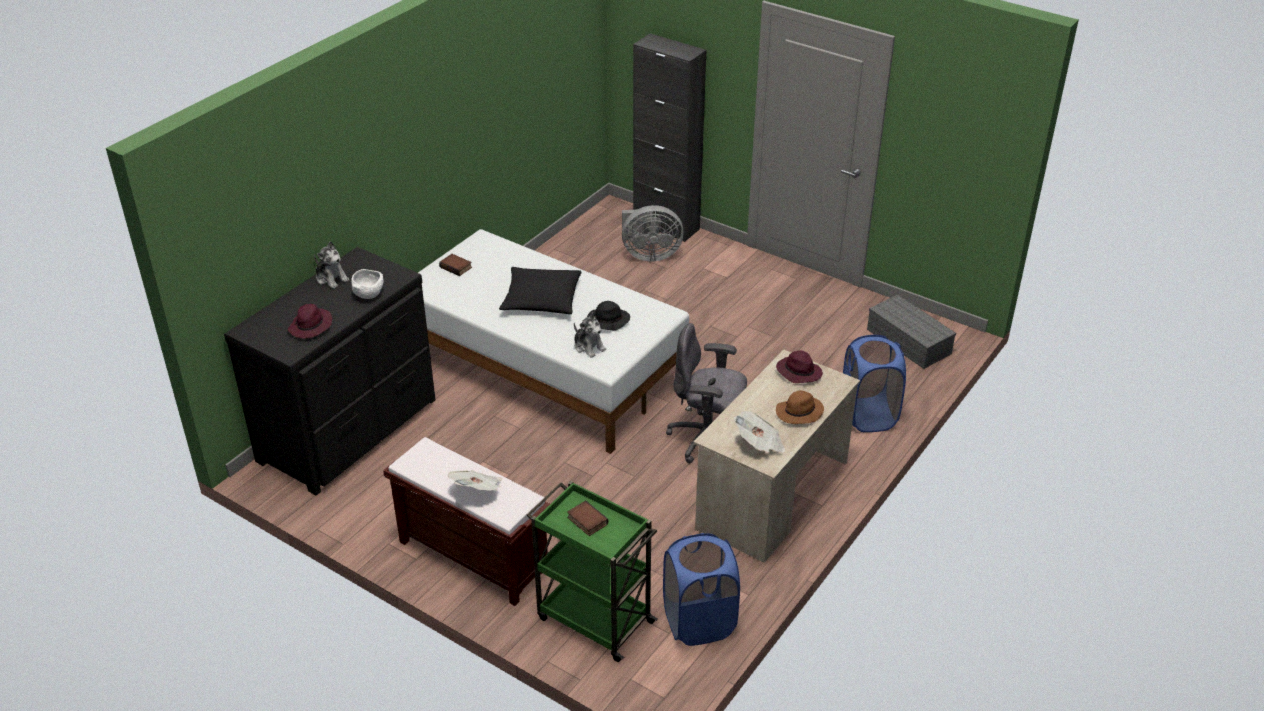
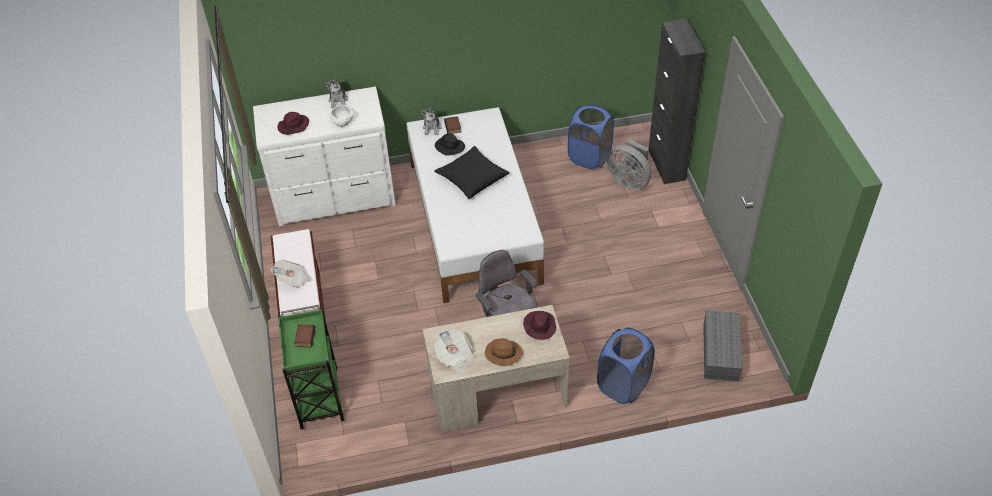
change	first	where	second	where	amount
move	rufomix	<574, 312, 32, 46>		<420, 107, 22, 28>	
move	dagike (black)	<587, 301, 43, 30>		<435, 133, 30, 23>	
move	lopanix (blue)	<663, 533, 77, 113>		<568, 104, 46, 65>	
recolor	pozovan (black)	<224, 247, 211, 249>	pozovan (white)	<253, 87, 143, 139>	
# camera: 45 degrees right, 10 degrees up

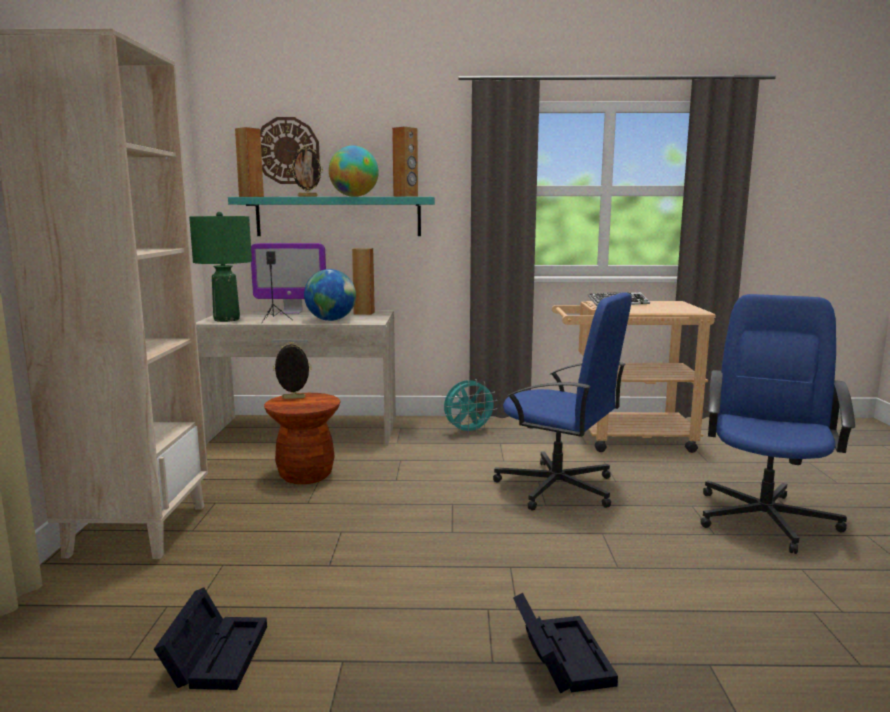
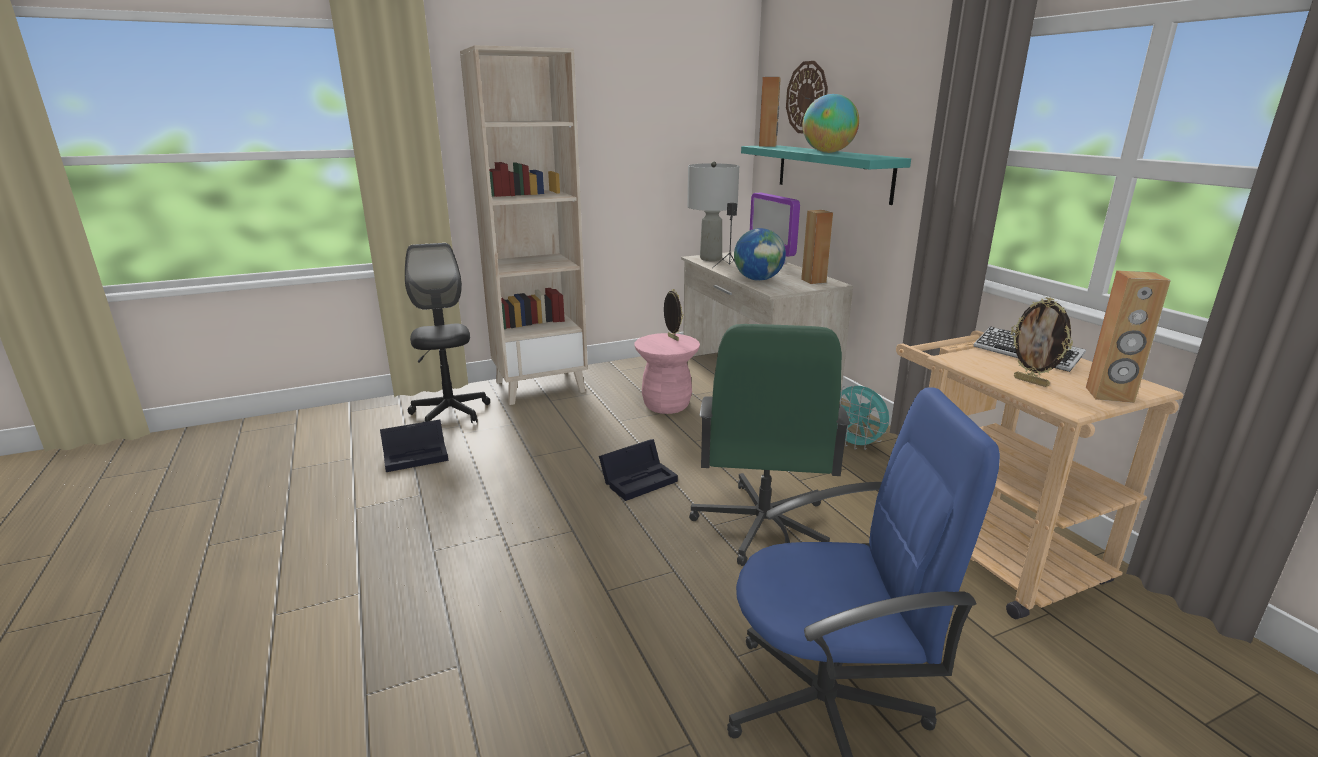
change	first	where	second	where	amount
insert			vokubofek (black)	<405, 243, 85, 180>	
move	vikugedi	<290, 145, 33, 52>		<1011, 297, 62, 90>	
move	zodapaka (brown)	<392, 126, 26, 71>		<1086, 270, 85, 133>	
move	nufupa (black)	<513, 593, 105, 101>		<599, 439, 79, 62>	
recolor	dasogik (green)	<189, 212, 63, 110>	dasogik (grey)	<687, 161, 52, 100>	
recolor	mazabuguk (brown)	<264, 393, 76, 91>	mazabuguk (pink)	<635, 333, 65, 81>	
recolor	vokubofek (blue)	<493, 292, 139, 219>	vokubofek (green)	<689, 324, 161, 242>	
# camera: 65 degrees right, 10 degrees up

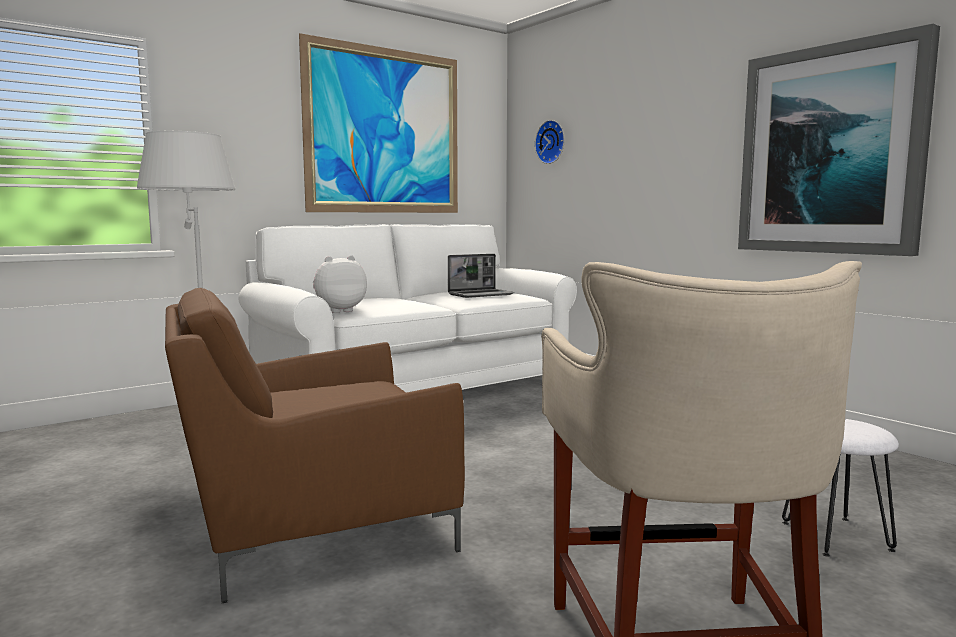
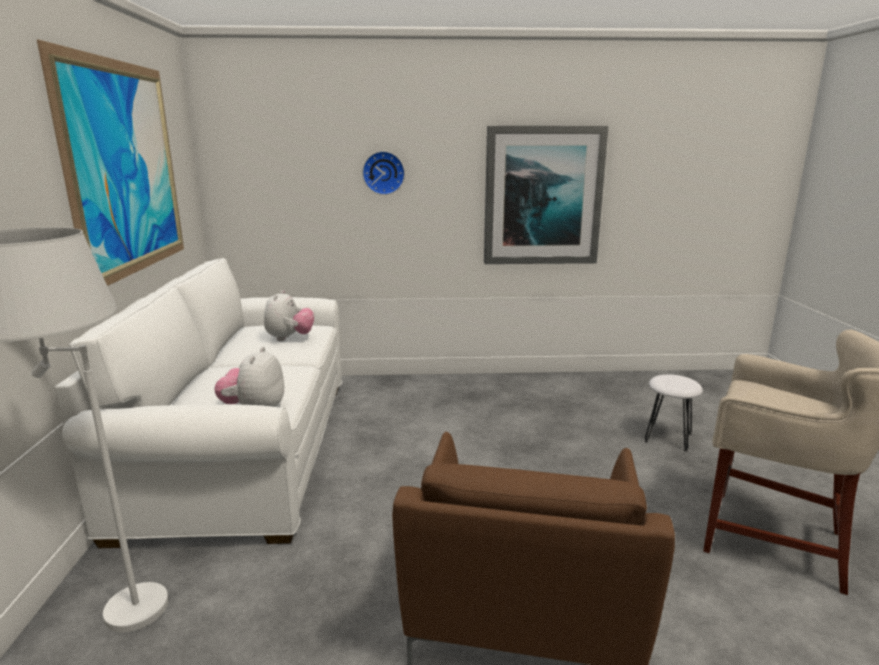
change	first	where	second	where	amount
move	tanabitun	<535, 120, 30, 44>		<362, 151, 43, 44>	
replace	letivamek	<448, 254, 66, 44>	rufomix	<264, 290, 50, 51>	
# camera: 55 degrees left, 10 degrees up

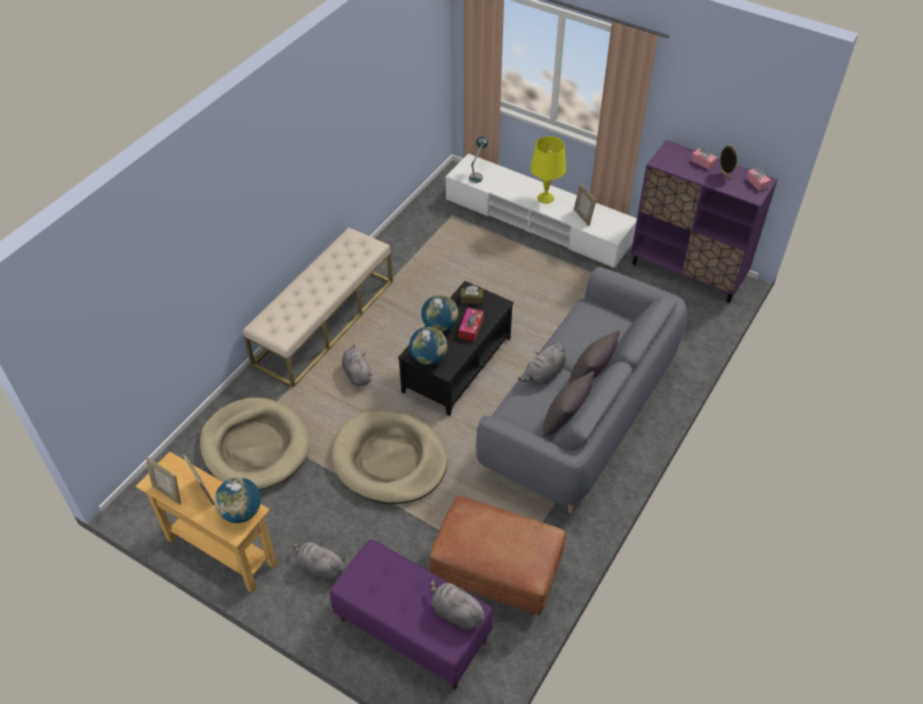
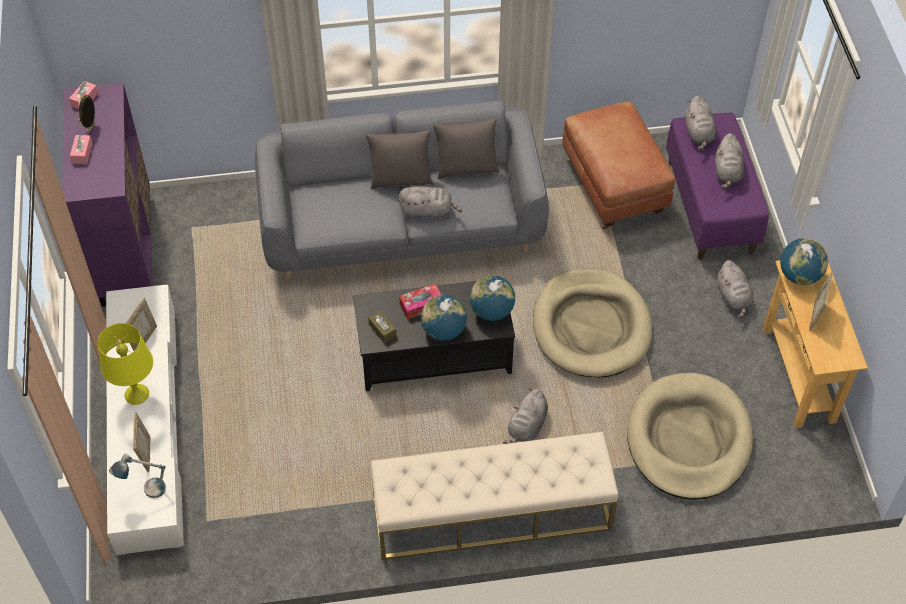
change	first	where	second	where	amount
insert			rufomix (grey)	<715, 133, 29, 56>	
move	vikugedi	<146, 457, 35, 48>		<133, 412, 17, 60>	
# camera: 130 degrees left, 5 degrees up

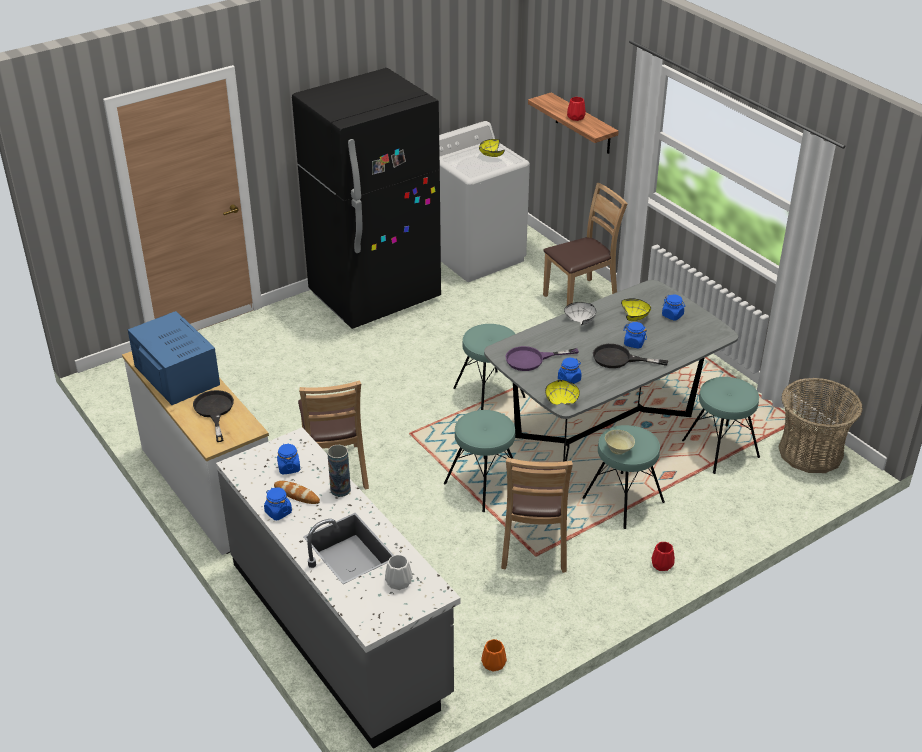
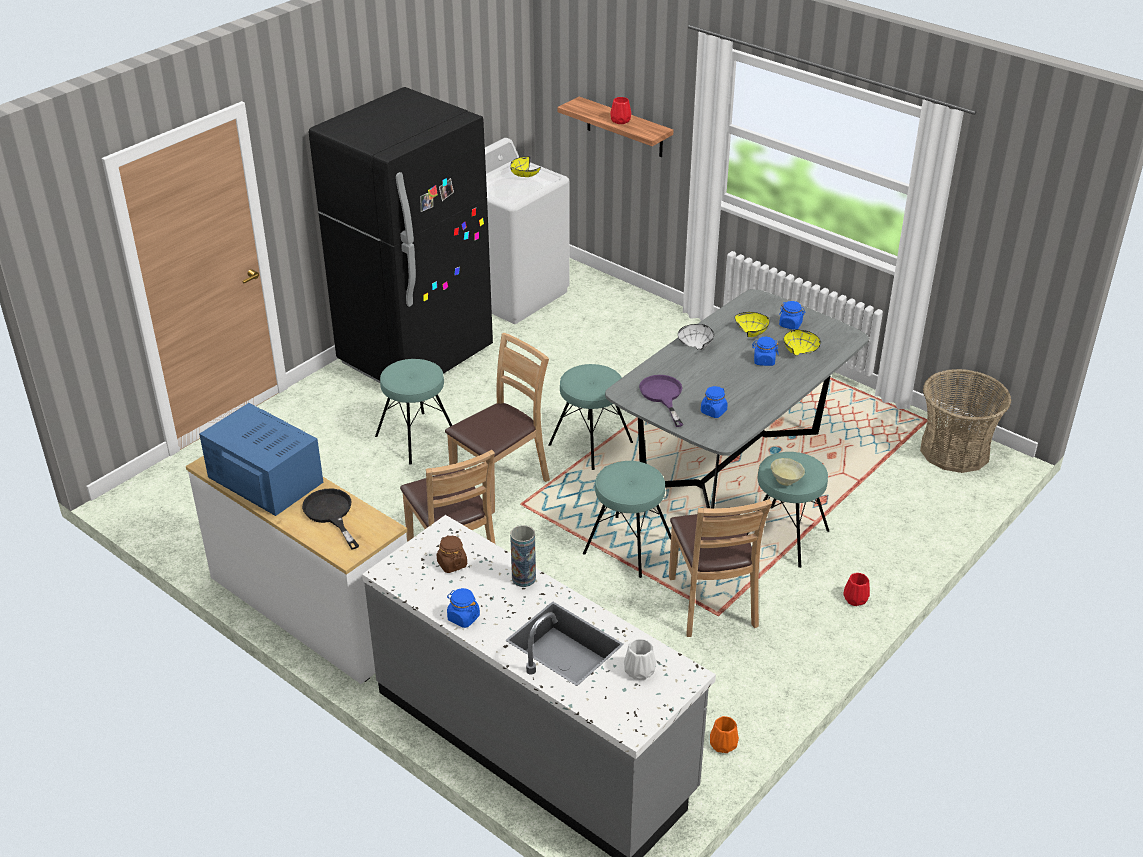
change	first	where	second	where	amount
delete	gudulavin	<274, 481, 46, 23>			
delete	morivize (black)	<593, 344, 75, 24>			
move	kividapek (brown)	<543, 183, 85, 122>		<445, 333, 105, 181>	
move	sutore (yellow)	<545, 380, 35, 25>		<784, 329, 37, 26>	
move	mazabuguk (turquoise)	<682, 377, 78, 97>		<375, 359, 77, 106>	
recolor	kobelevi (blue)	<277, 443, 23, 31>	kobelevi (brown)	<437, 535, 30, 38>	
rotate	morivize (purple)	<505, 346, 74, 25>		<639, 375, 44, 52>	105 degrees clockwise
# camera: 15 degrees left, 0 degrees up

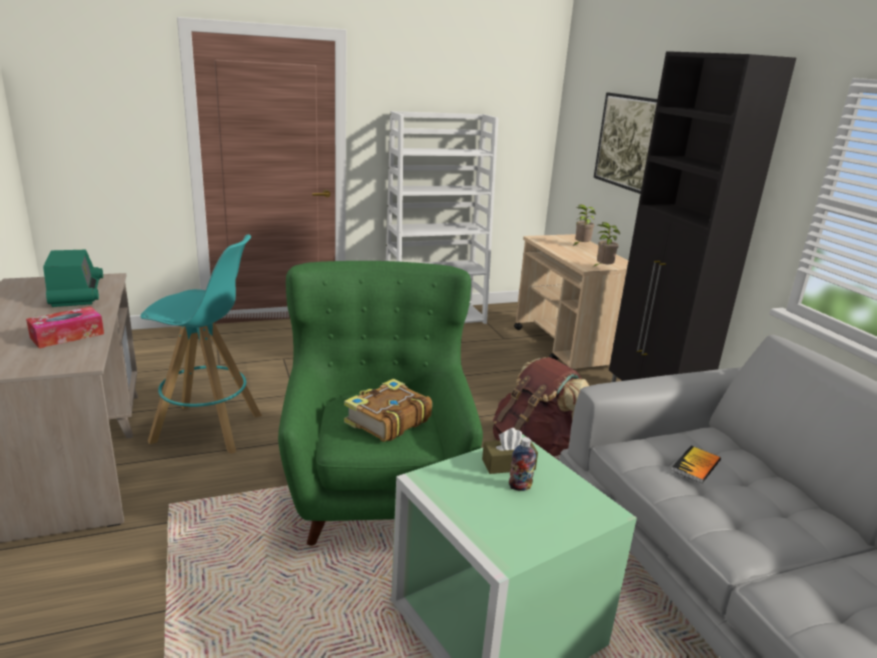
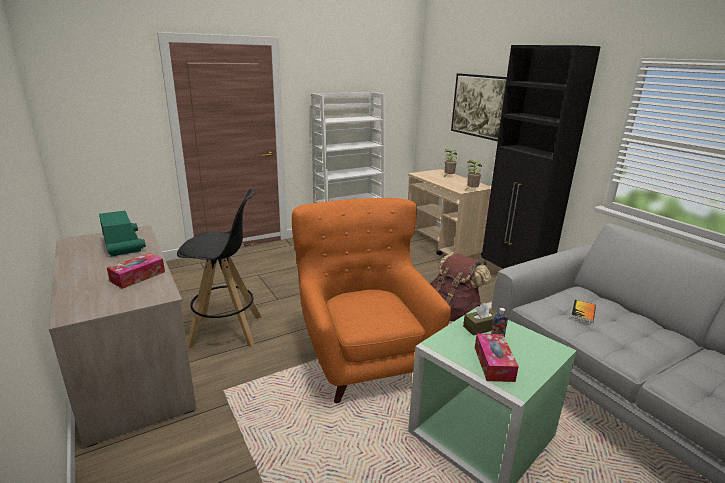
change	first	where	second	where	amount
delete	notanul	<344, 379, 88, 63>			
insert			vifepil	<475, 333, 44, 49>	
recolor	mazabuguk (turquoise)	<140, 234, 122, 220>	mazabuguk (black)	<177, 189, 85, 160>	
recolor	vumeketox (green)	<278, 261, 205, 285>	vumeketox (orange)	<292, 198, 159, 205>	
# camera: 10 degrees left, 0 degrees up

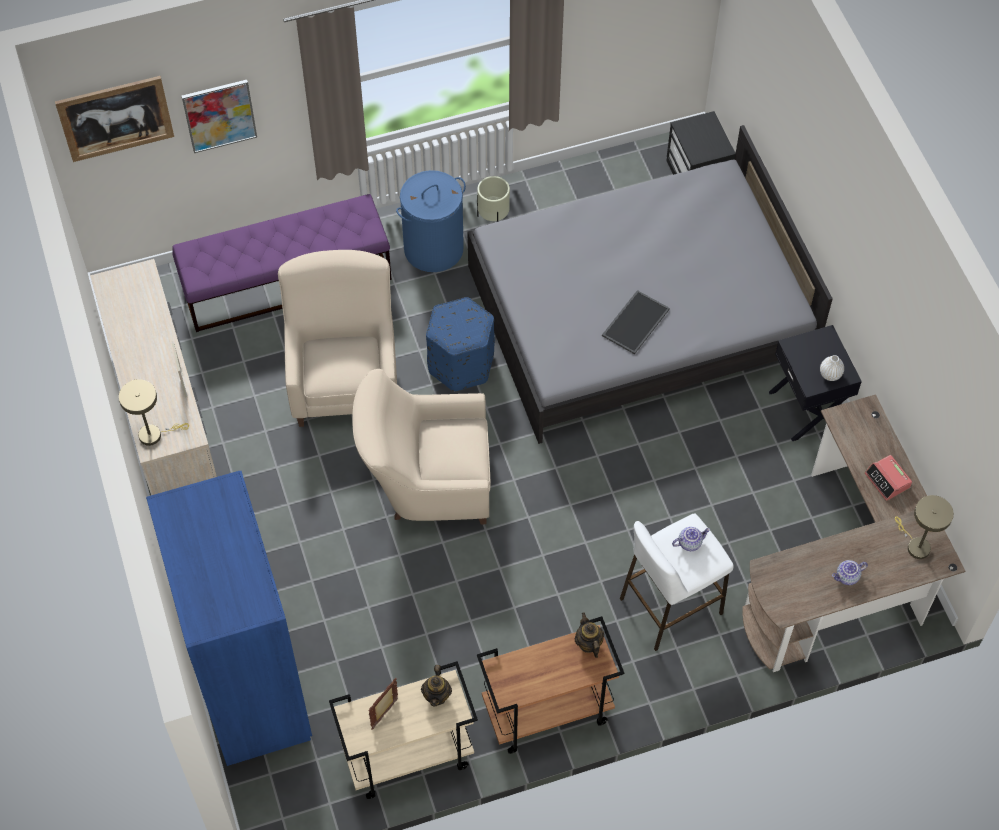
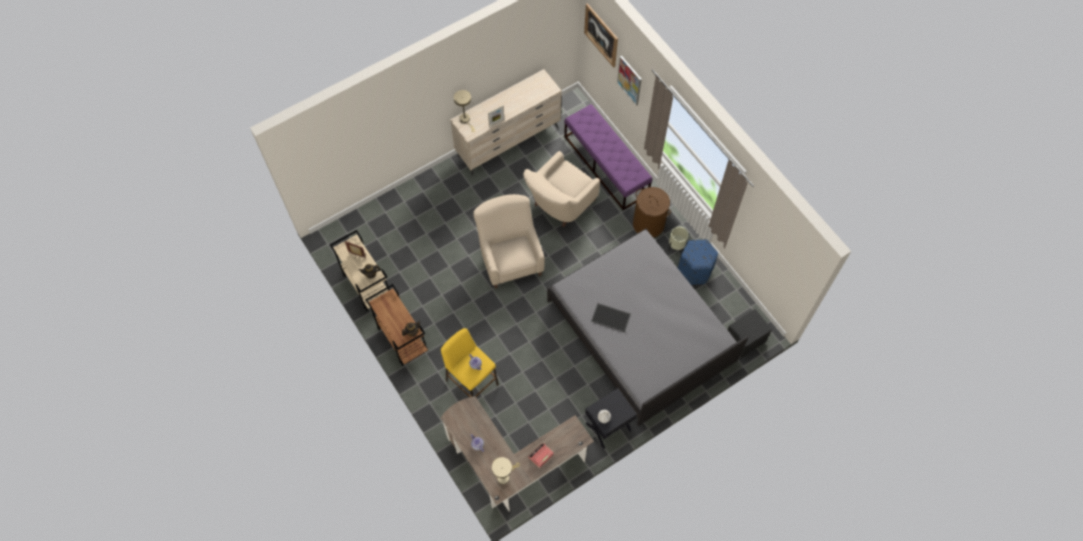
change	first	where	second	where	amount
delete	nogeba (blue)	<146, 471, 166, 295>			
move	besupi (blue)	<426, 297, 69, 94>		<678, 239, 40, 46>	
recolor	lopanix (blue)	<396, 170, 70, 102>	lopanix (brown)	<633, 187, 38, 51>	
recolor	mazabuguk (white)	<620, 513, 114, 138>	mazabuguk (yellow)	<441, 328, 58, 69>	
rotate	vumeketox (beige)	<278, 250, 119, 177>		<523, 151, 77, 76>	150 degrees clockwise
# camera: 75 degrees right, 5 degrees up

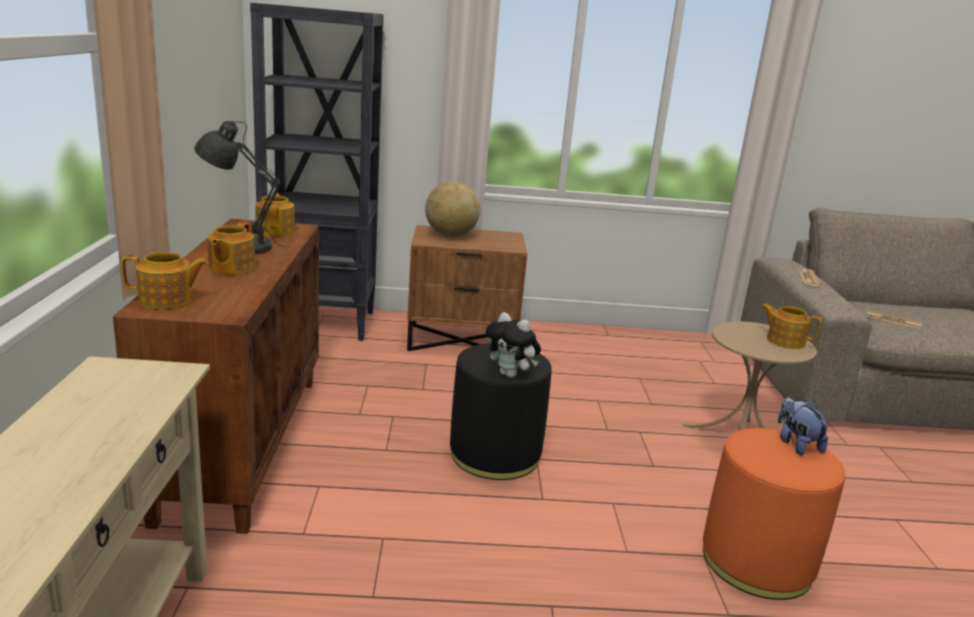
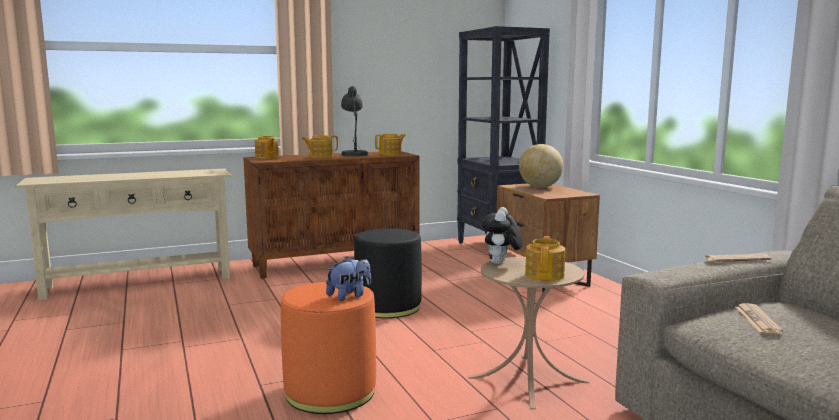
change	first	where	second	where	amount
move	rufomix	<486, 312, 55, 66>		<482, 207, 41, 57>	
# camera: 70 degrees right, 10 degrees down

